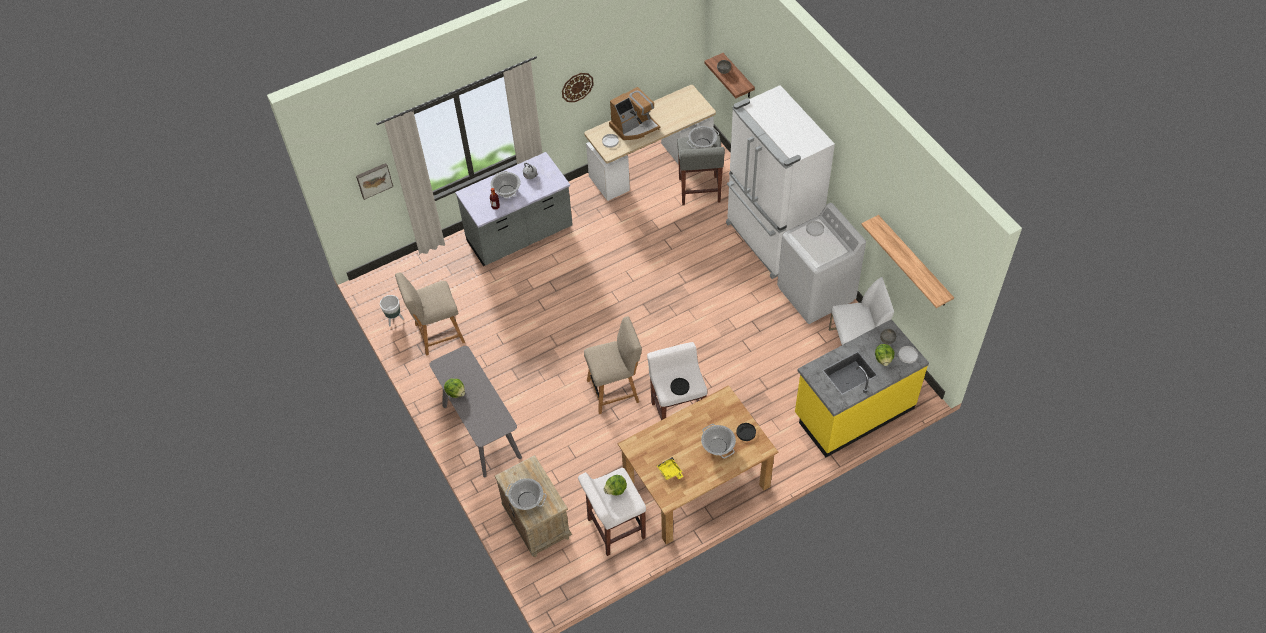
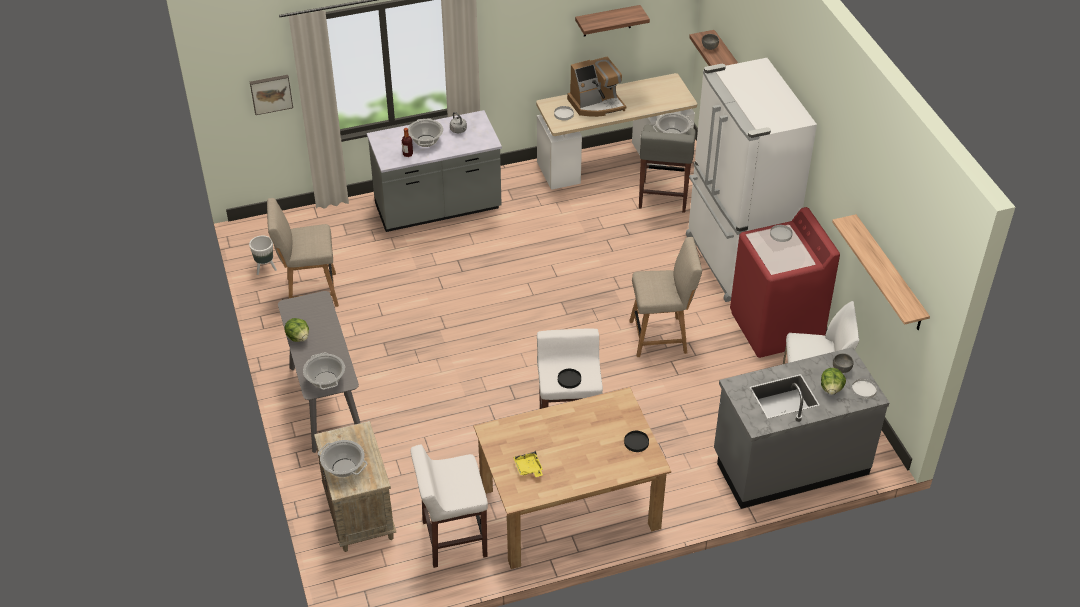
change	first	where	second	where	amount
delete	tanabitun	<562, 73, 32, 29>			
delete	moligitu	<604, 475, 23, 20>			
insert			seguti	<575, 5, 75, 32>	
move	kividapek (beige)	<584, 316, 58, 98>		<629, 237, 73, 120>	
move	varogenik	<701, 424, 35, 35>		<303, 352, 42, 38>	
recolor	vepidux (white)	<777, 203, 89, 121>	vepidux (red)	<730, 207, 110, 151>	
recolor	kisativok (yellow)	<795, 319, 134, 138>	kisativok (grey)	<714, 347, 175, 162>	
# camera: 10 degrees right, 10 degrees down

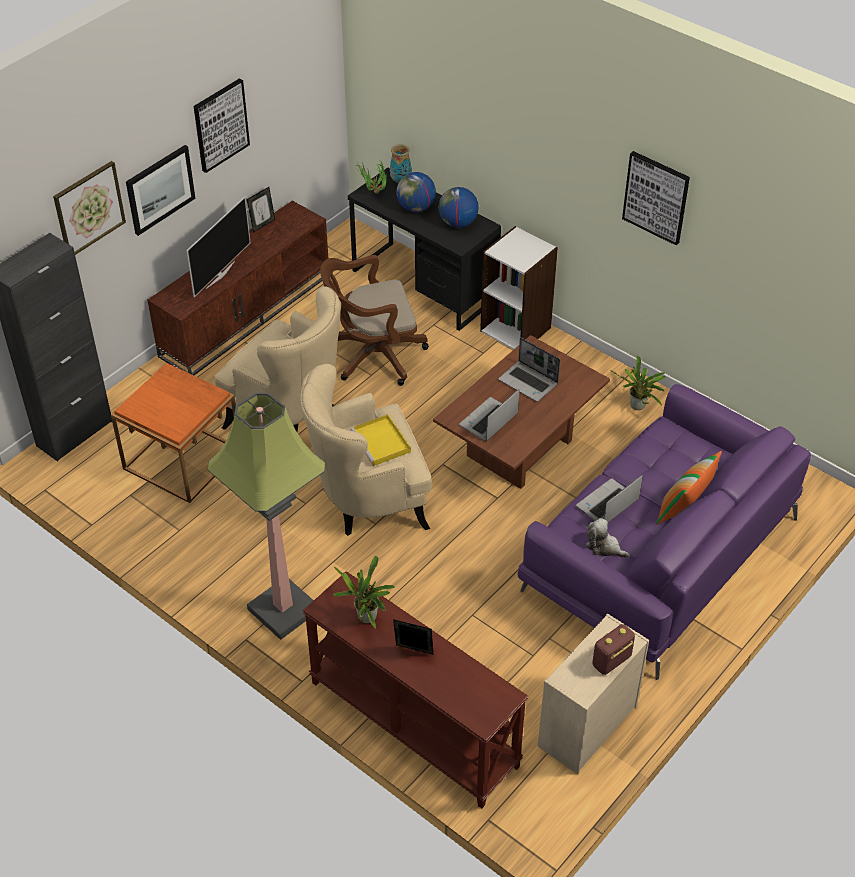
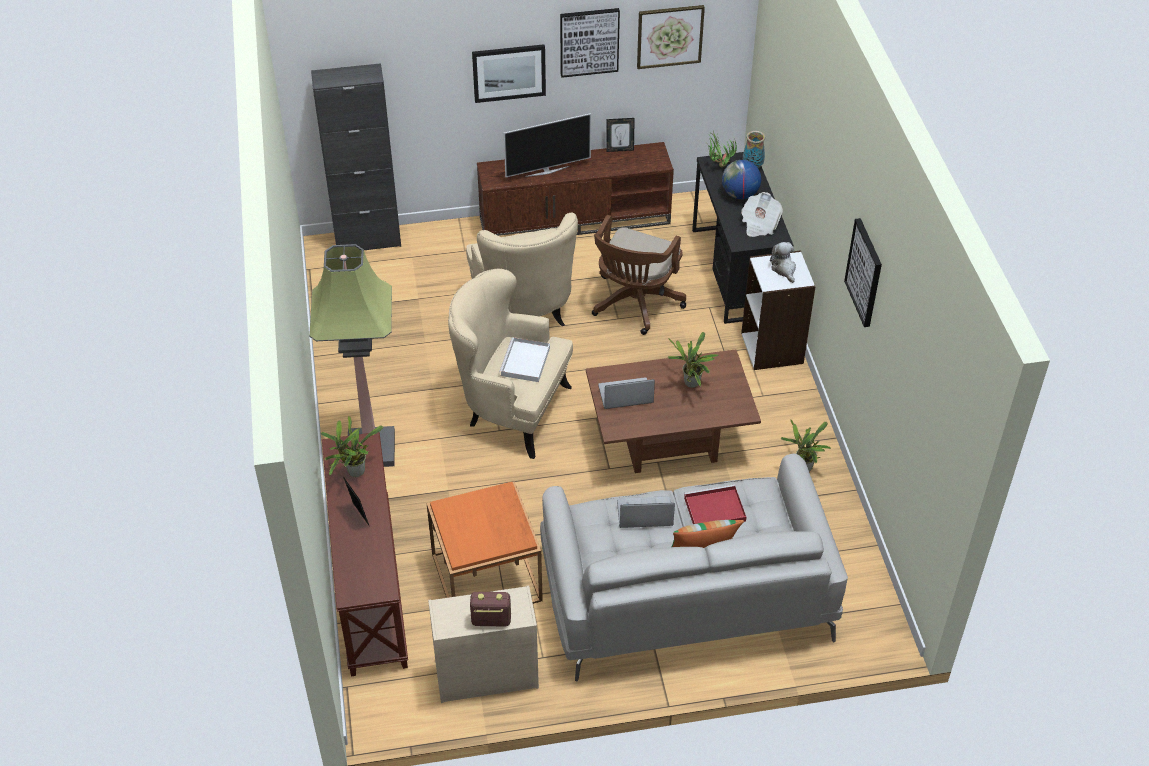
change	first	where	second	where	amount
insert			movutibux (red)	<684, 484, 62, 40>	
move	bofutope	<53, 161, 73, 94>		<637, 5, 68, 64>	
move	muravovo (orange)	<111, 363, 125, 140>		<427, 481, 116, 123>	
move	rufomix	<586, 518, 44, 40>		<770, 242, 26, 41>	
replace	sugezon	<439, 187, 40, 41>	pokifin	<741, 192, 42, 45>	
replace	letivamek	<498, 337, 62, 65>	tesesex	<668, 332, 50, 56>	
recolor	movutibux (yellow)	<350, 414, 61, 52>	movutibux (white)	<499, 337, 51, 45>	
recolor	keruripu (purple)	<518, 384, 293, 296>	keruripu (grey)	<540, 454, 308, 227>	
rotate	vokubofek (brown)	<320, 255, 109, 131>		<592, 215, 94, 120>	90 degrees counterclockwise
# camera: 40 degrees right, 0 degrees up

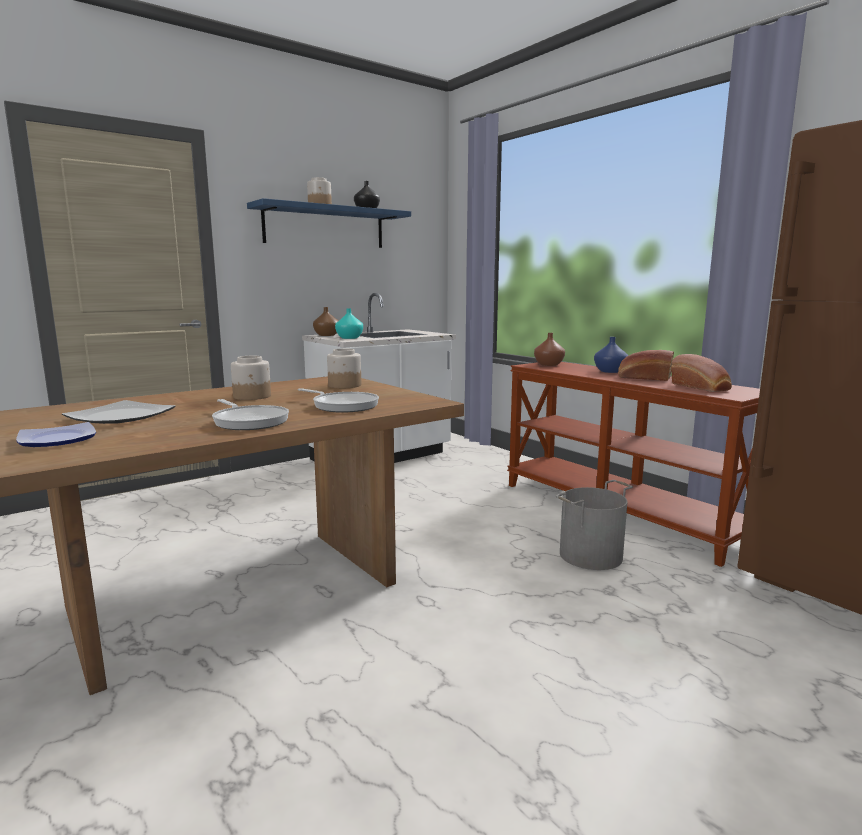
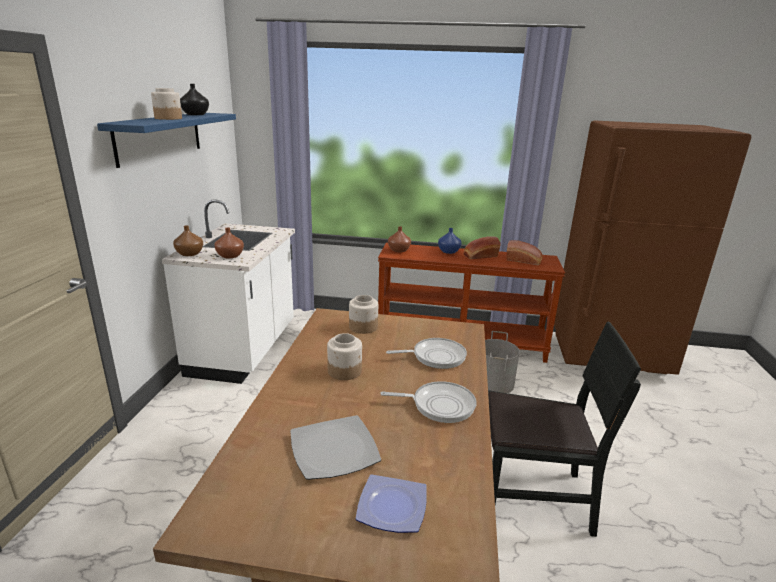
change	first	where	second	where	amount
insert			kividapek (black)	<488, 322, 153, 215>	
recolor	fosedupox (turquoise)	<335, 308, 28, 31>	fosedupox (brown)	<214, 227, 30, 32>	
# camera: 45 degrees left, 10 degrees up

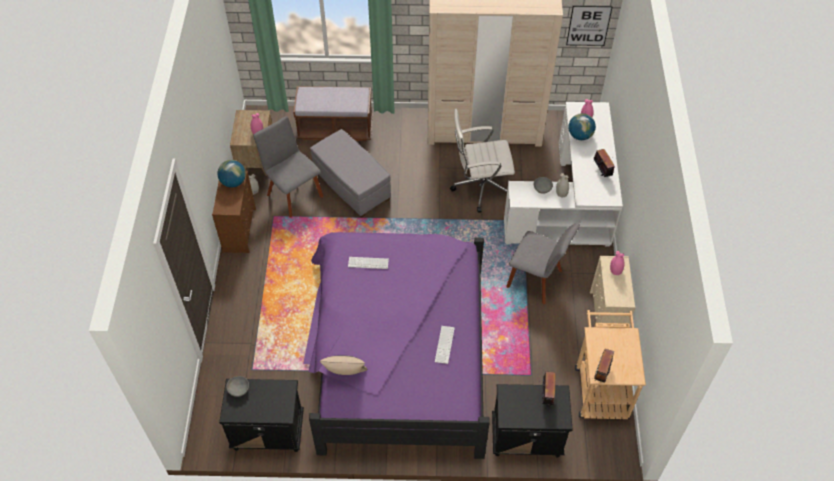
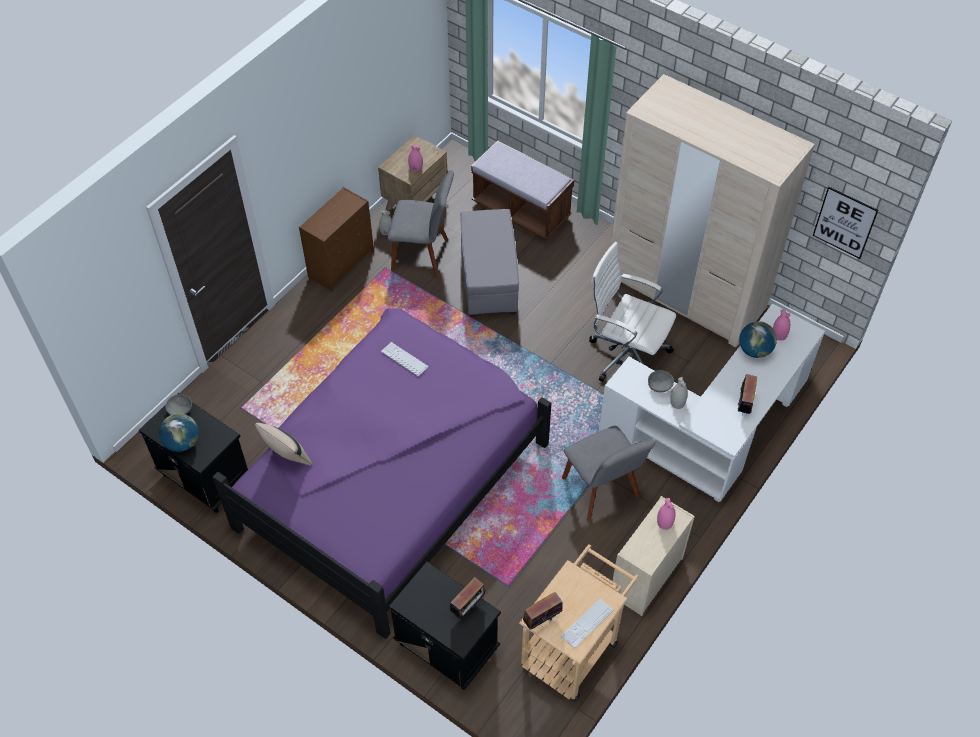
change	first	where	second	where	amount
move	sugezon	<217, 160, 29, 28>		<159, 413, 40, 39>	
move	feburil	<435, 326, 20, 38>		<561, 599, 52, 49>	
rotate	kividapek (grey)	<253, 116, 71, 102>		<387, 170, 67, 108>	105 degrees clockwise
# camera: 35 degrees right, 0 degrees up

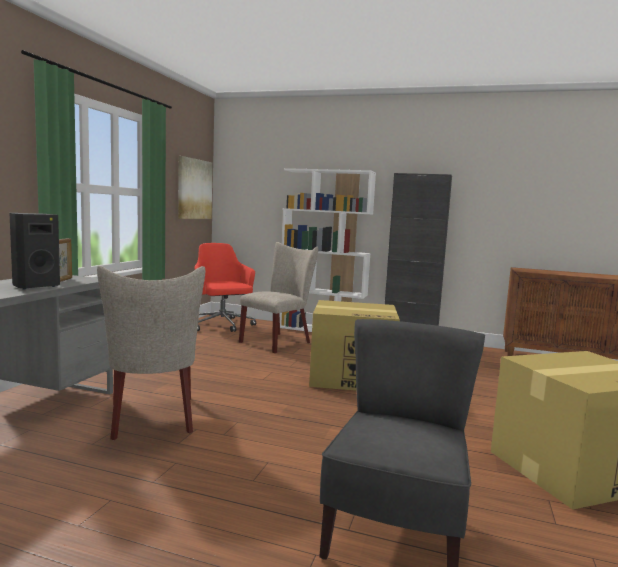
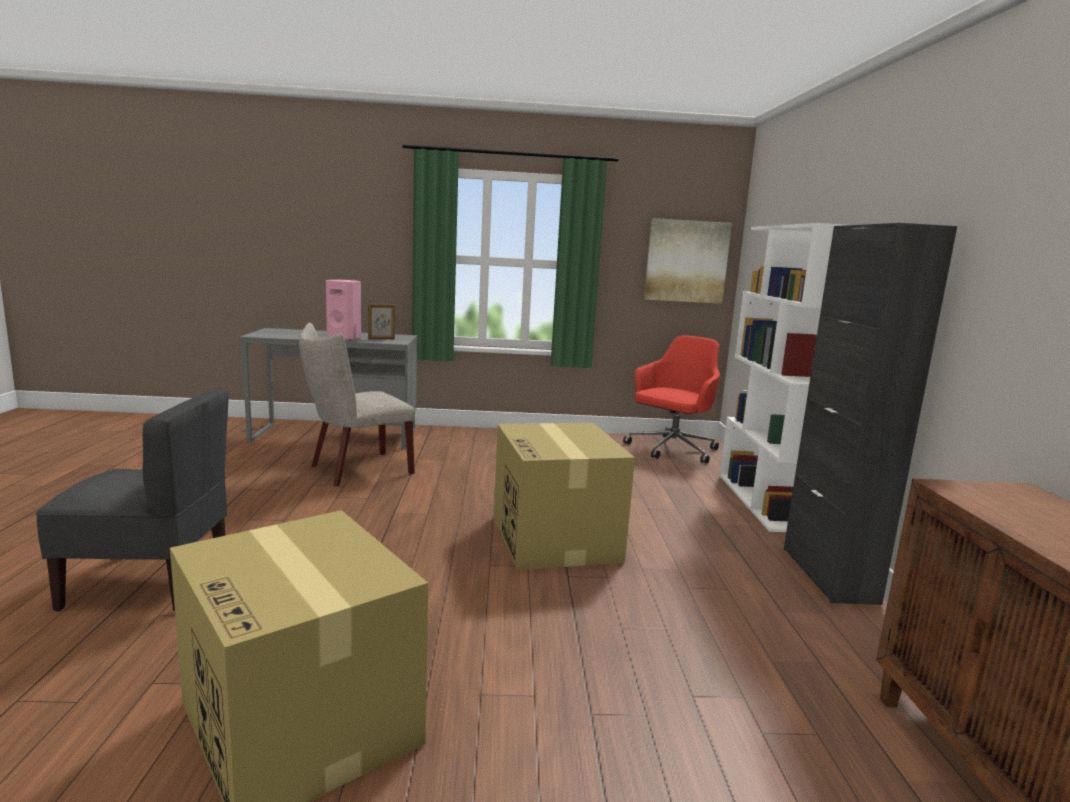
change	first	where	second	where	amount
delete	kividapek (beige)	<239, 242, 79, 111>			
recolor	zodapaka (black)	<9, 213, 51, 76>	zodapaka (pink)	<326, 280, 35, 60>	
# camera: 70 degrees right, 5 degrees up

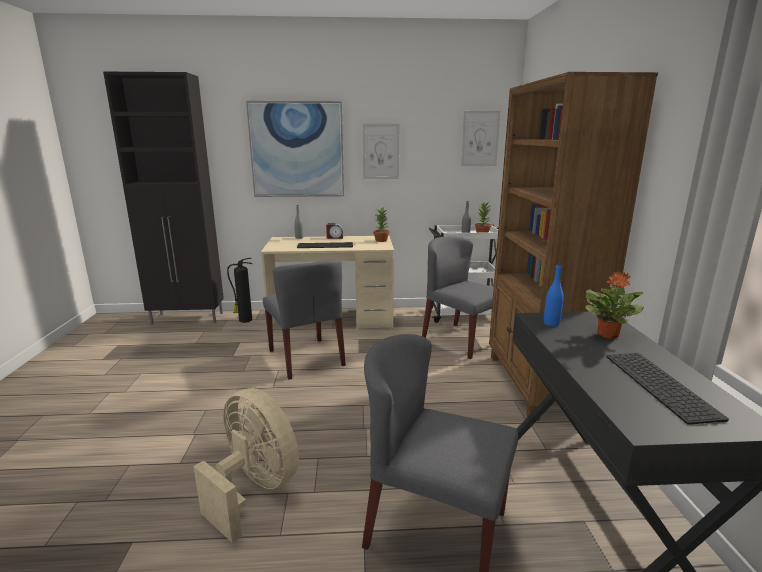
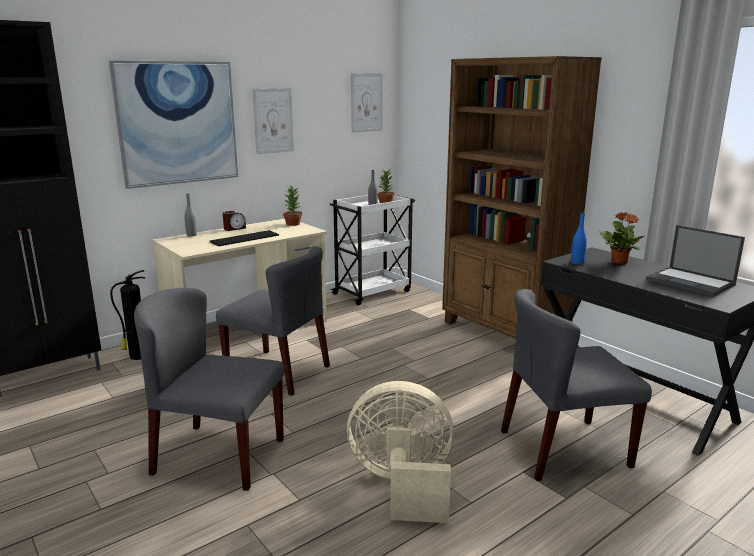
change	first	where	second	where	amount
move	kividapek (grey)	<422, 236, 72, 123>		<134, 288, 150, 203>	
replace	feburil	<606, 353, 123, 72>	letivamek	<646, 225, 99, 72>	
# camera: 35 degrees left, 0 degrees up

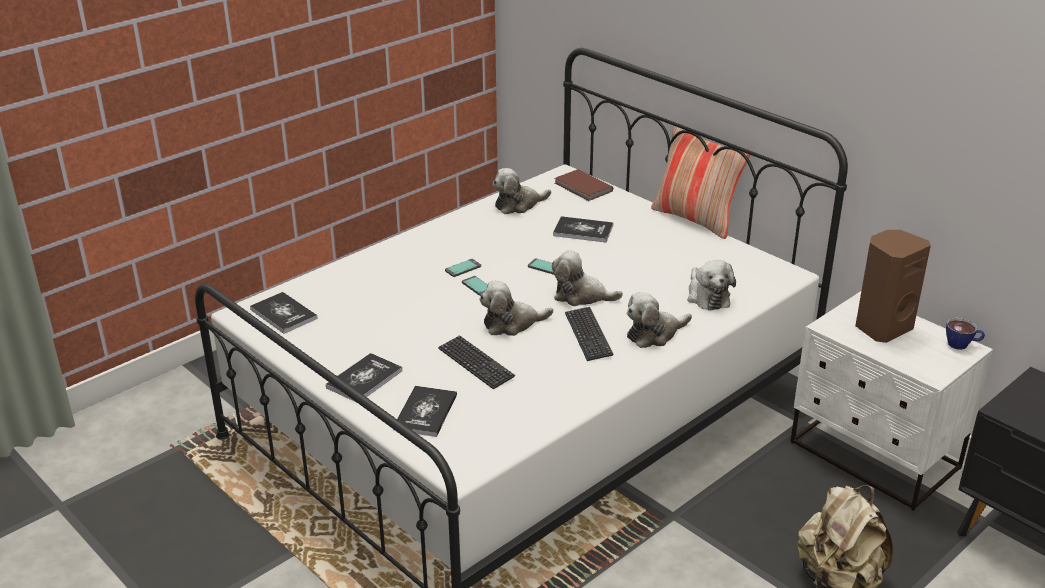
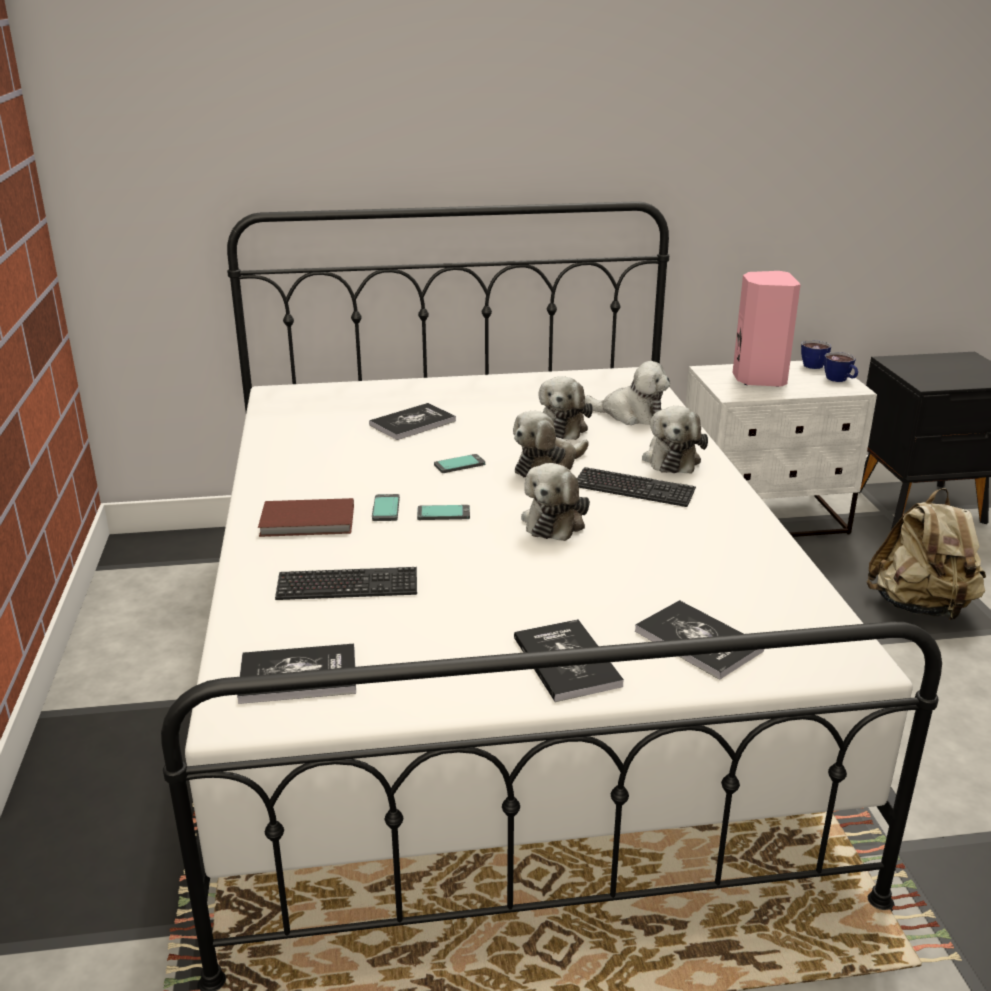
change	first	where	second	where	amount
delete	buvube	<651, 126, 99, 113>			
insert			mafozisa	<824, 352, 34, 30>	
move	feburil	<438, 335, 77, 54>		<275, 567, 142, 33>	
move	rufomix	<493, 168, 58, 46>		<538, 376, 55, 64>	
move	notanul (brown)	<555, 169, 58, 32>		<258, 498, 96, 39>	
recolor	zodapaka (brown)	<855, 230, 76, 113>	zodapaka (pink)	<732, 271, 69, 116>	
# camera: 55 degrees left, 5 degrees down

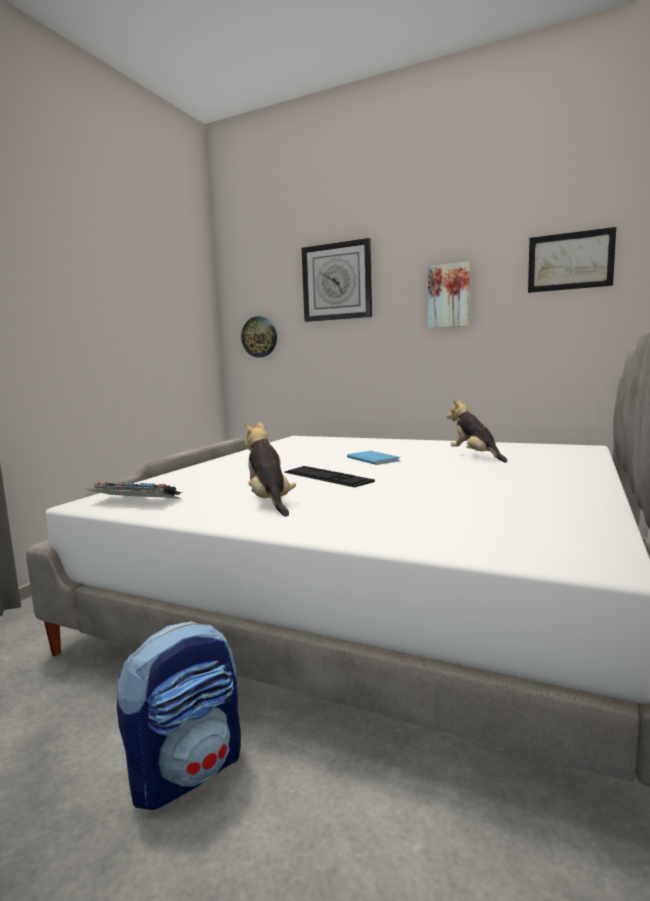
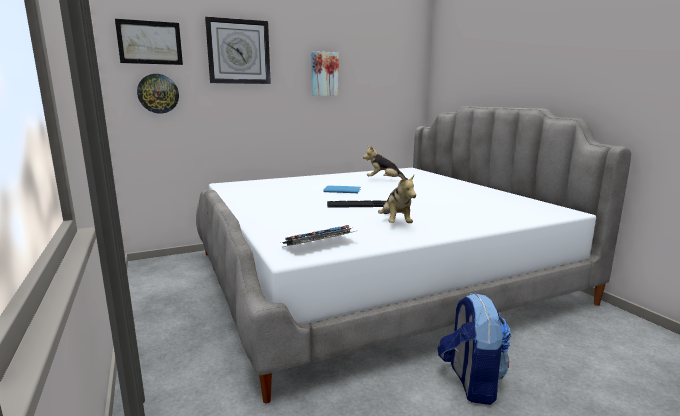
change	first	where	second	where	amount
move	bofutope	<528, 227, 88, 66>		<115, 19, 68, 46>	
rotate	rufomix	<244, 422, 52, 95>		<378, 175, 38, 48>	120 degrees counterclockwise
# camera: 50 degrees left, 5 degrees up

